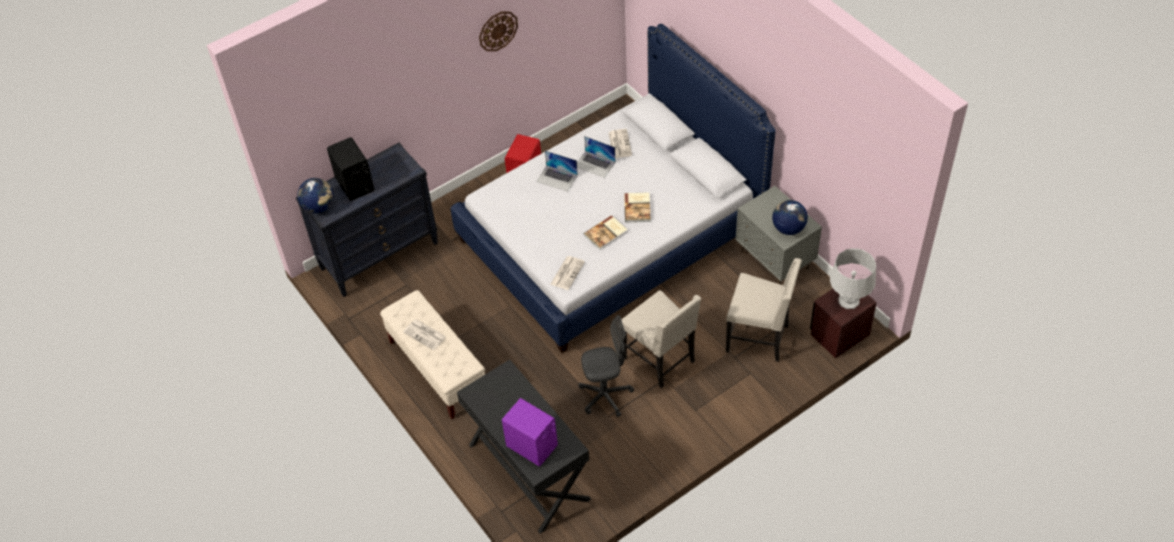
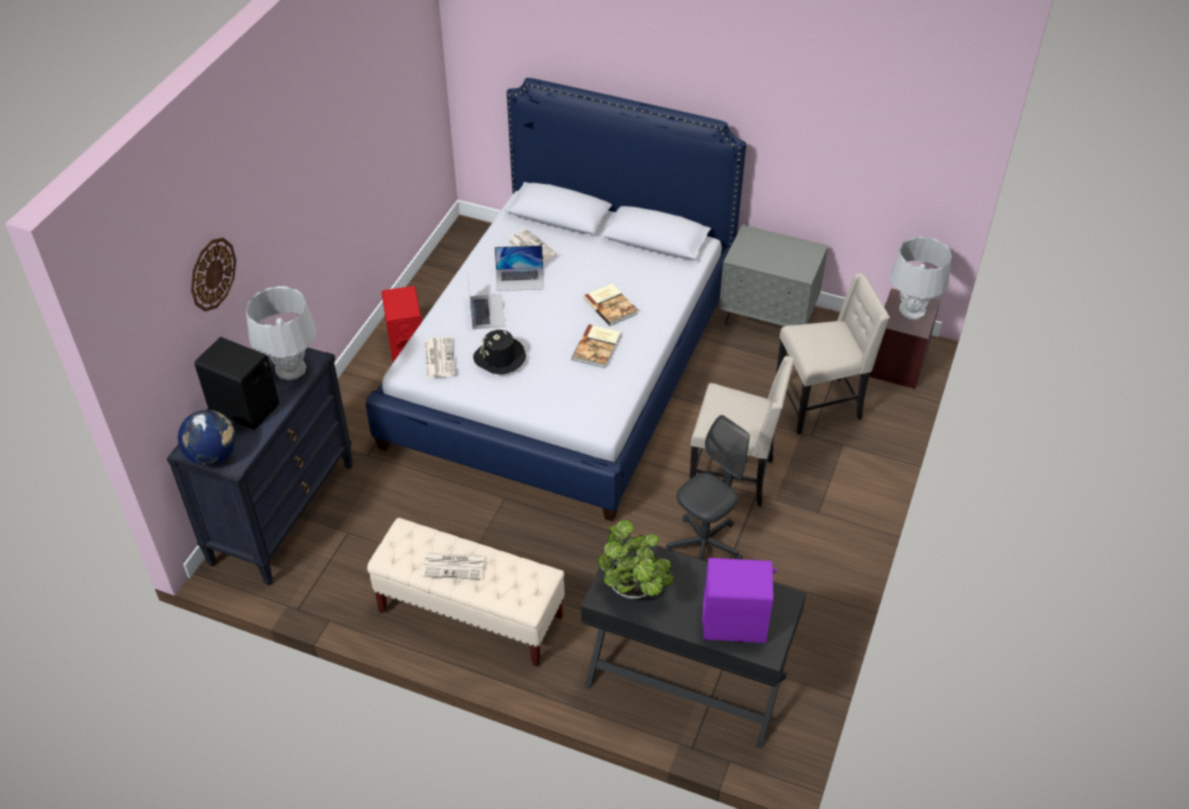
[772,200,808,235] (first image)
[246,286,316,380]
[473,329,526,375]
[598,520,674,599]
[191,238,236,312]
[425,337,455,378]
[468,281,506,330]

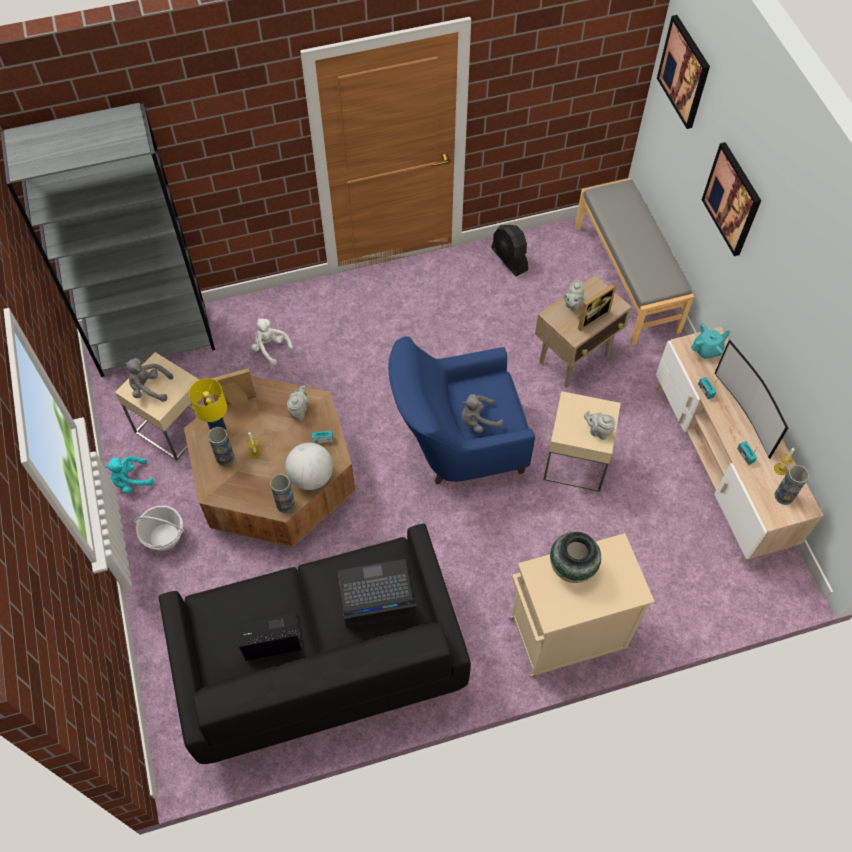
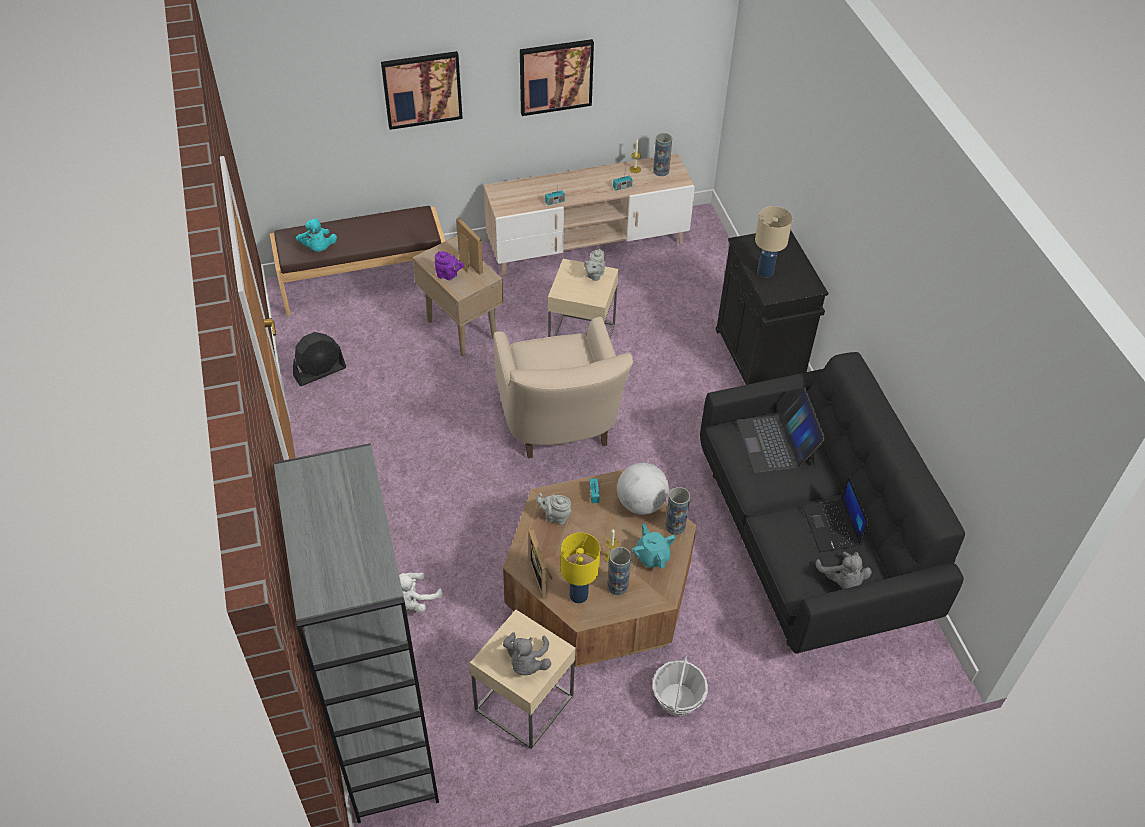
[715,340,788,459] (first image)
[296,218,337,252]
[815,552,872,589]
[520,39,594,116]
[632,523,676,568]
[755,206,793,277]
[494,317,633,458]
[716,230,829,385]
[435,251,464,280]
[270,206,445,316]

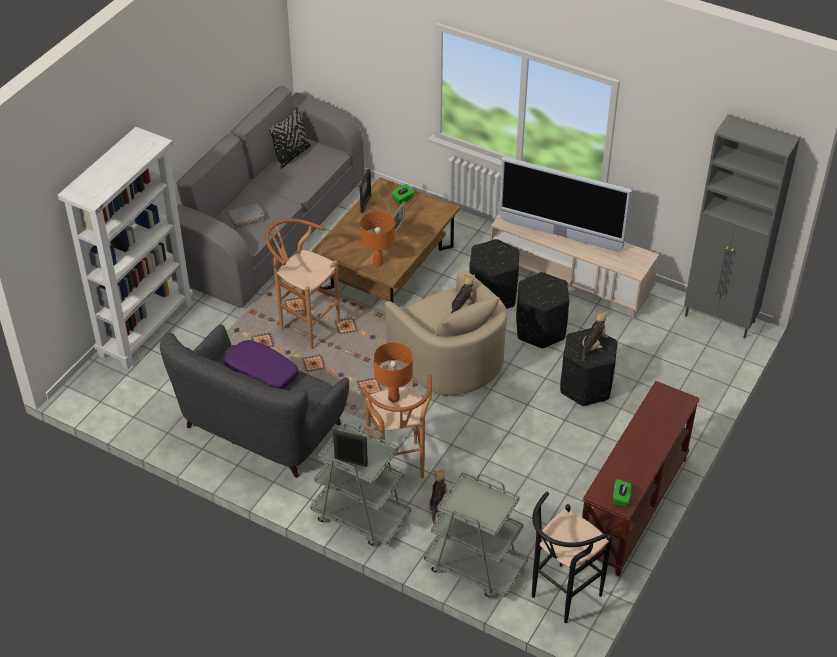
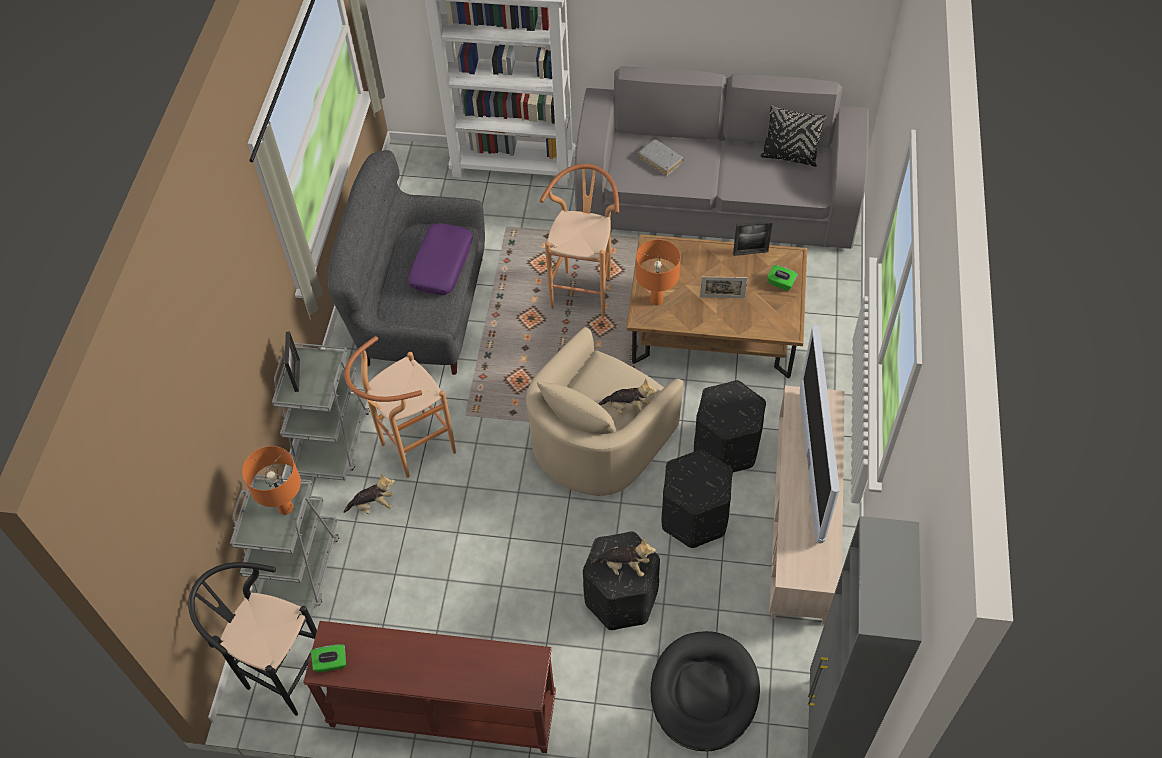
[650,631,760,751]
[242,446,301,515]

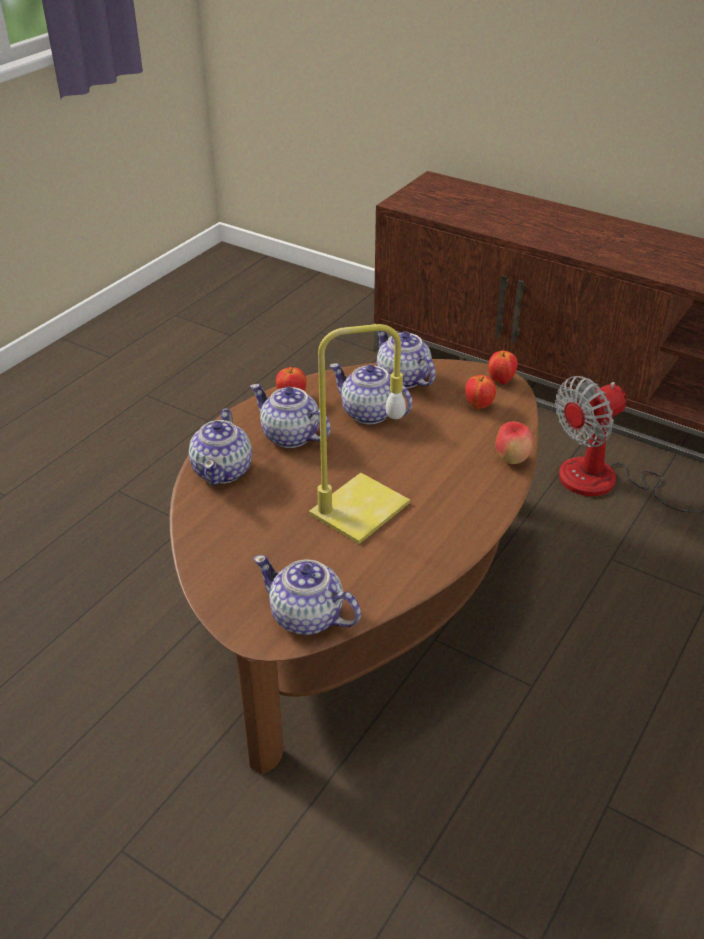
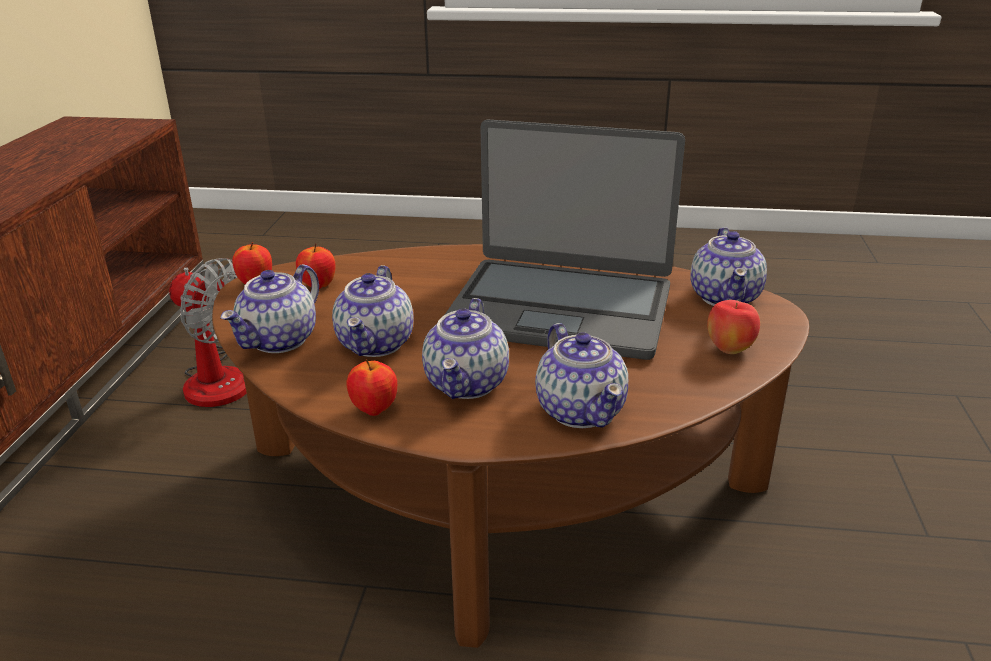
[707,300,760,354]
[445,120,685,360]
[535,323,628,428]

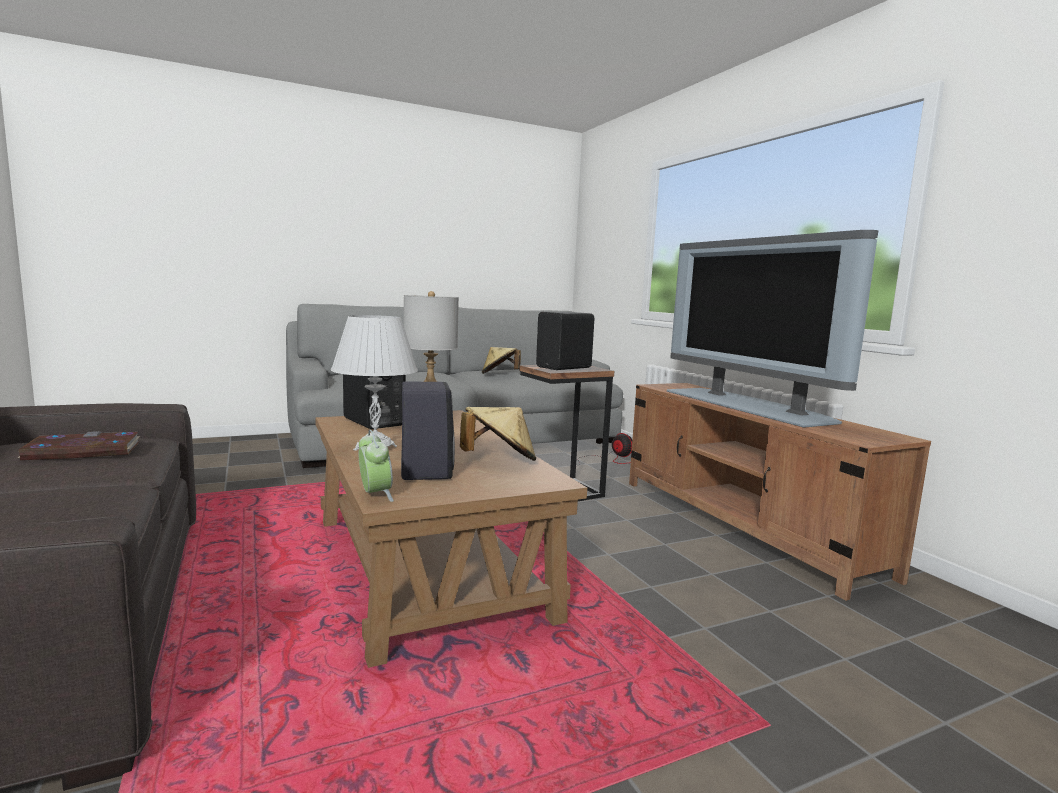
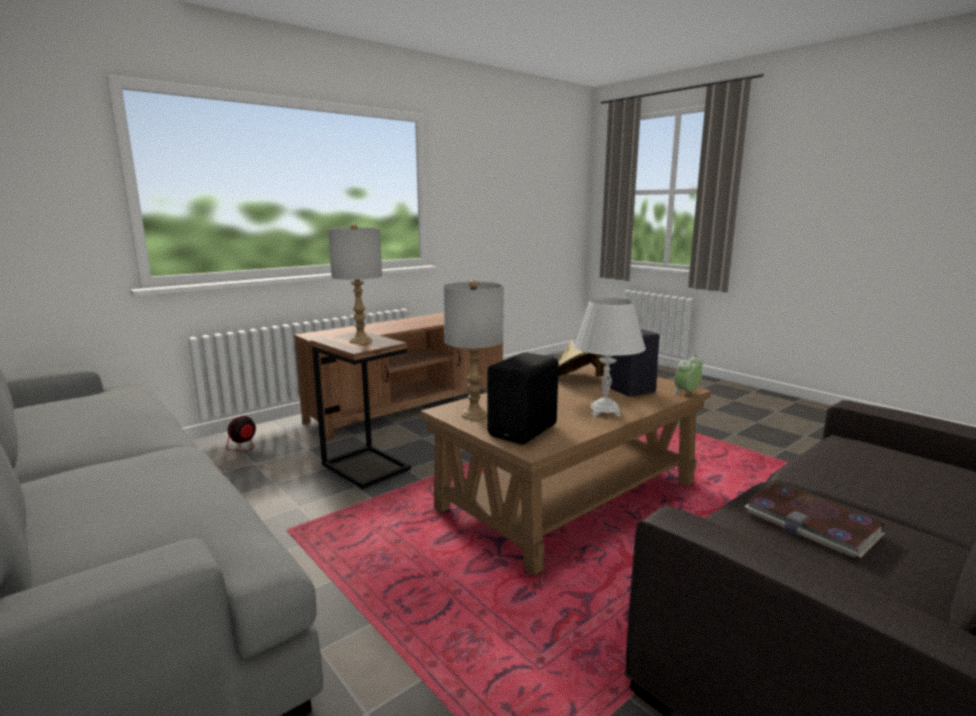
[482,347,521,374] (first image)
[667,230,878,428] (first image)
[328,224,382,344]

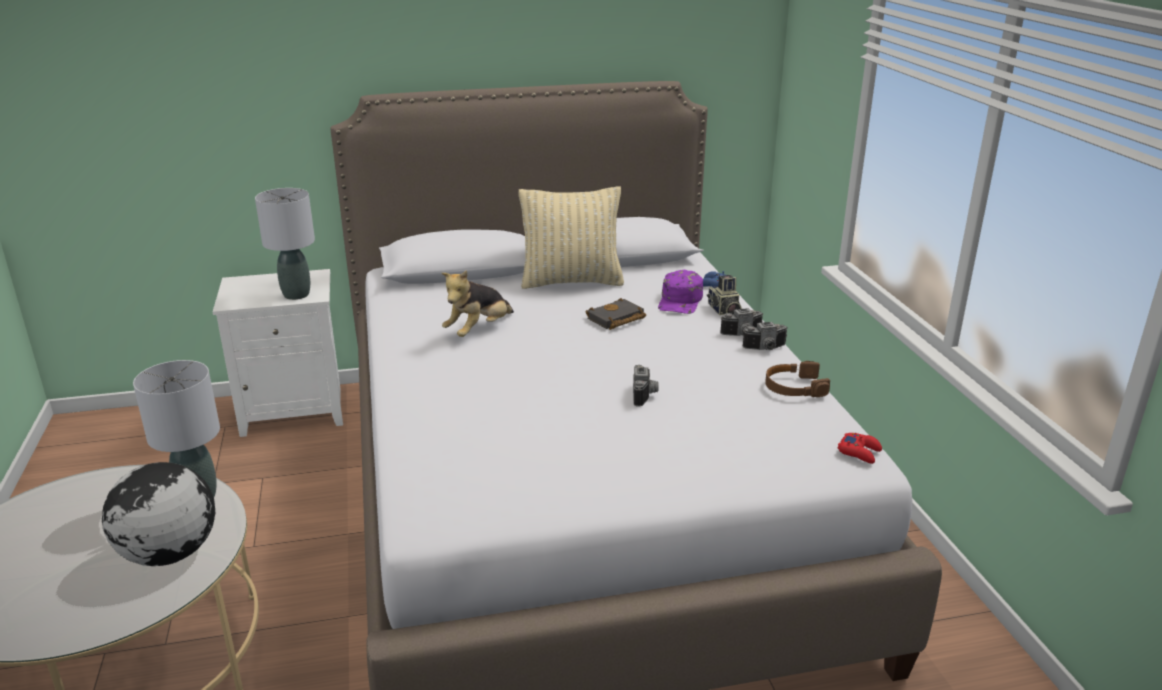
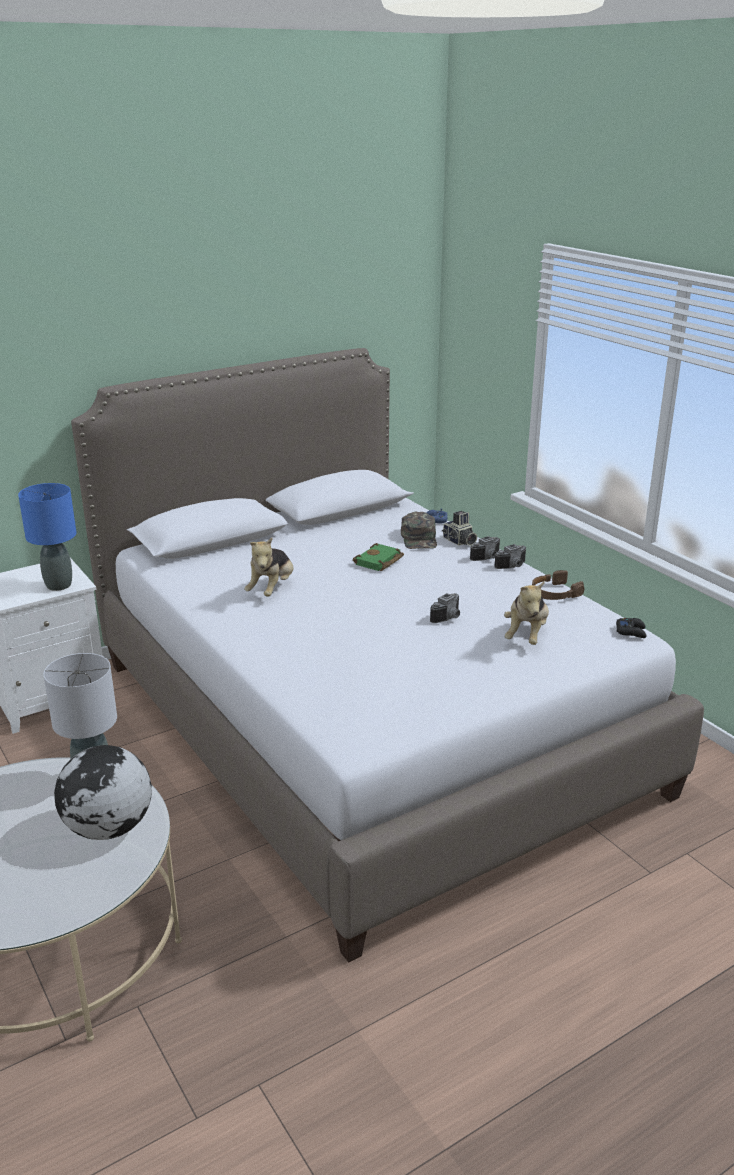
[518,186,624,289] (first image)
[504,581,549,645]
[18,483,76,591]
[353,543,404,571]
[401,512,437,549]
[616,618,646,638]
[430,593,460,623]

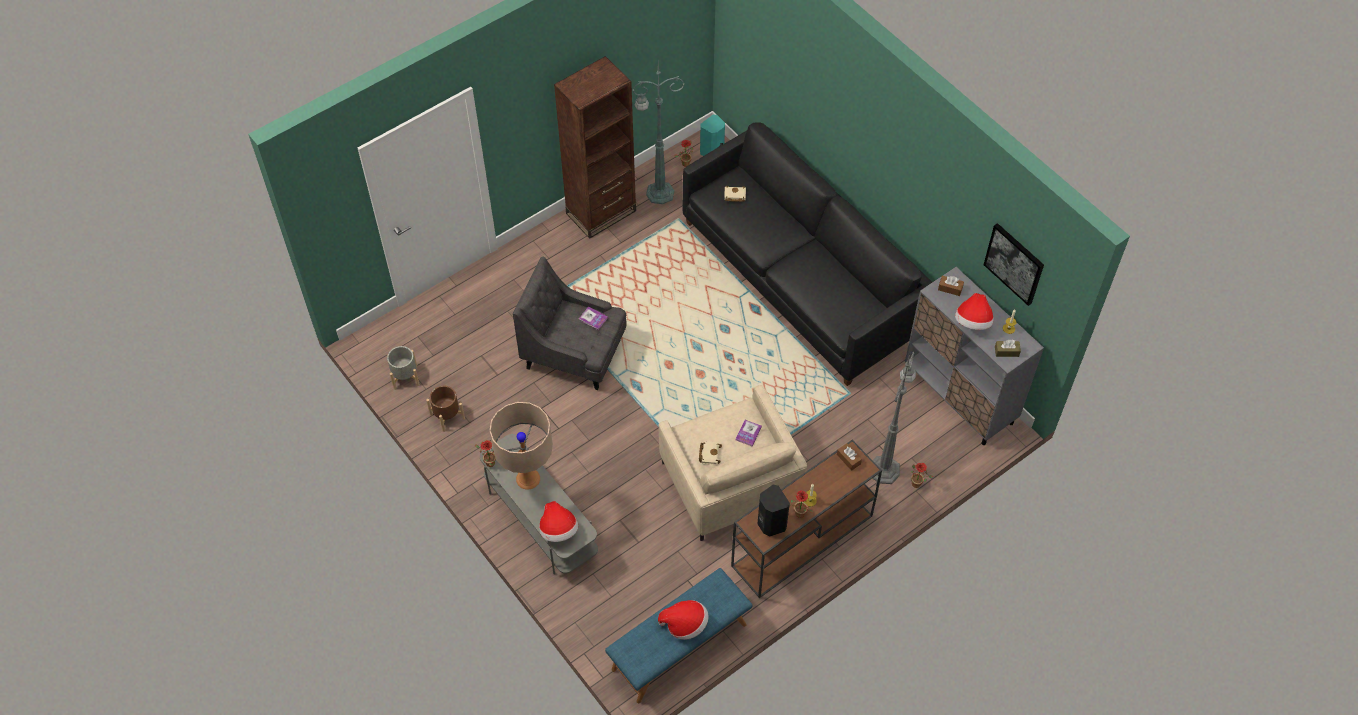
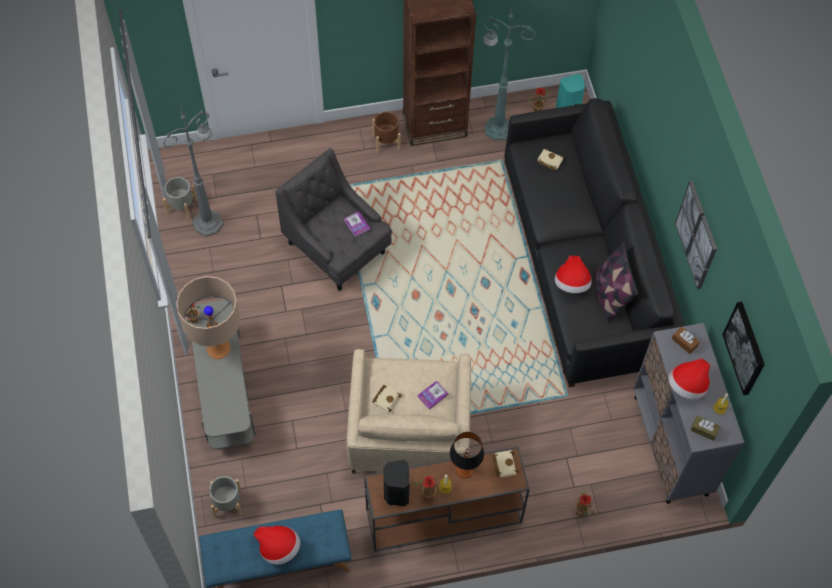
[209,476,242,518]
[450,432,484,478]
[595,241,638,323]
[675,181,717,289]
[372,112,400,153]
[555,255,592,293]
[163,104,224,237]
[492,450,519,477]

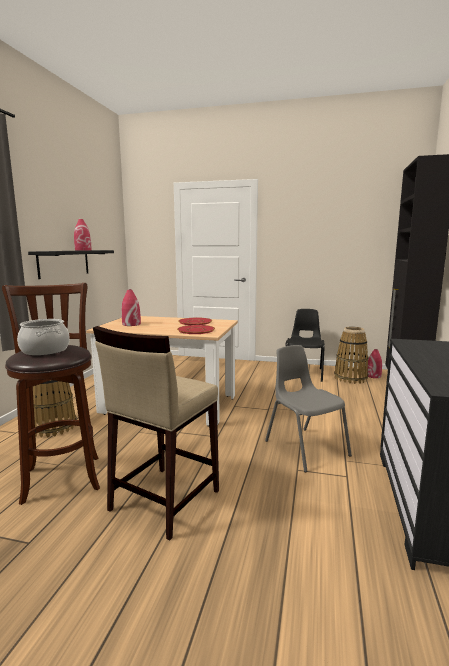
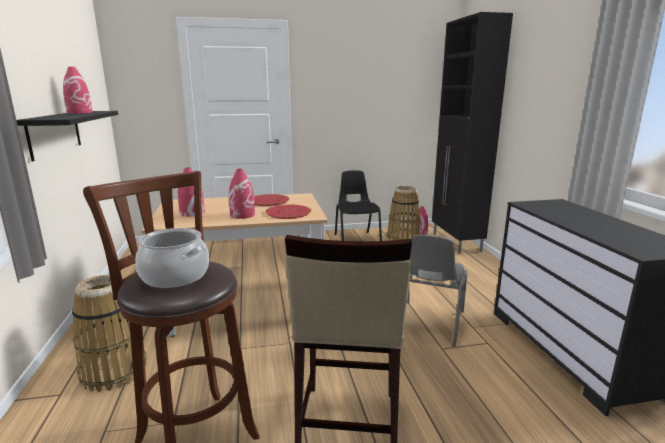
[229,169,255,219]
[407,234,468,346]

